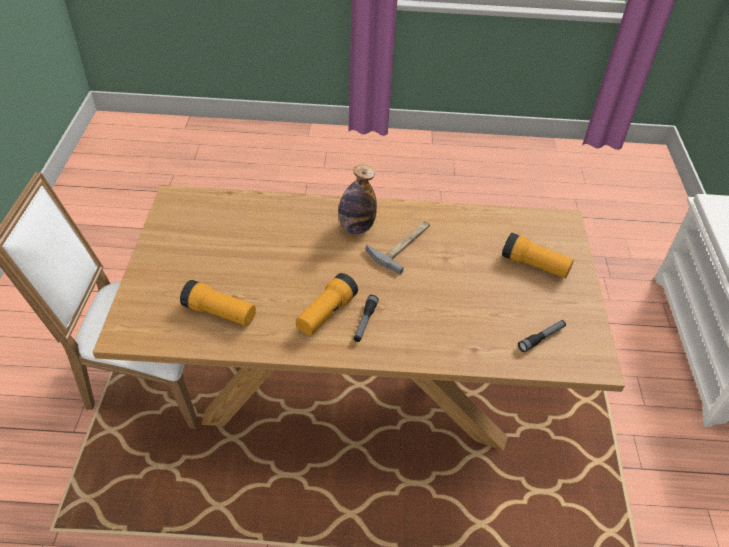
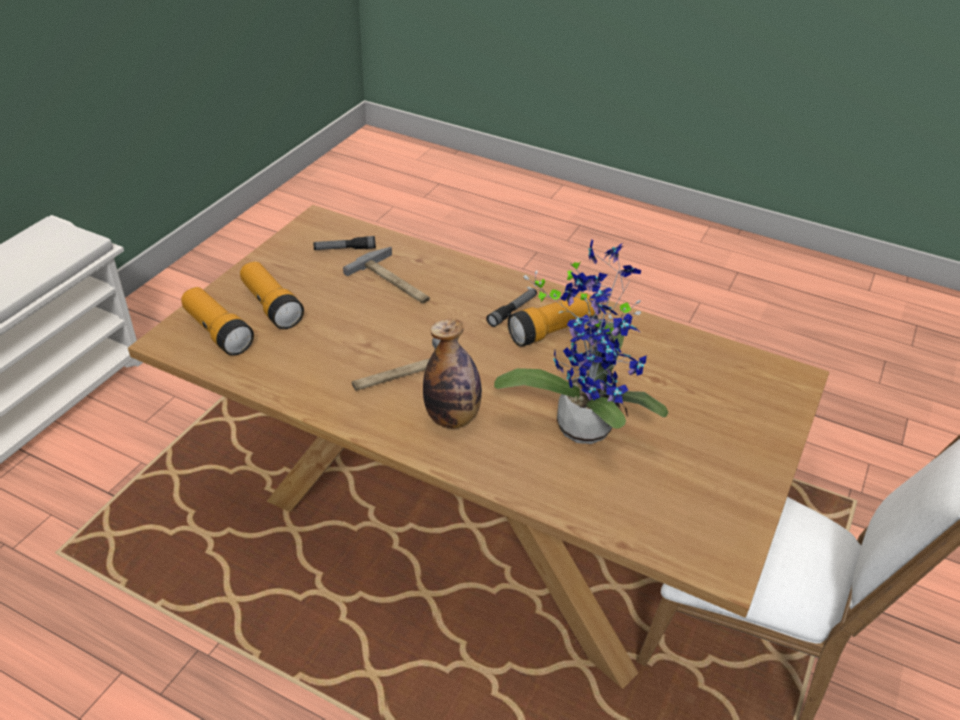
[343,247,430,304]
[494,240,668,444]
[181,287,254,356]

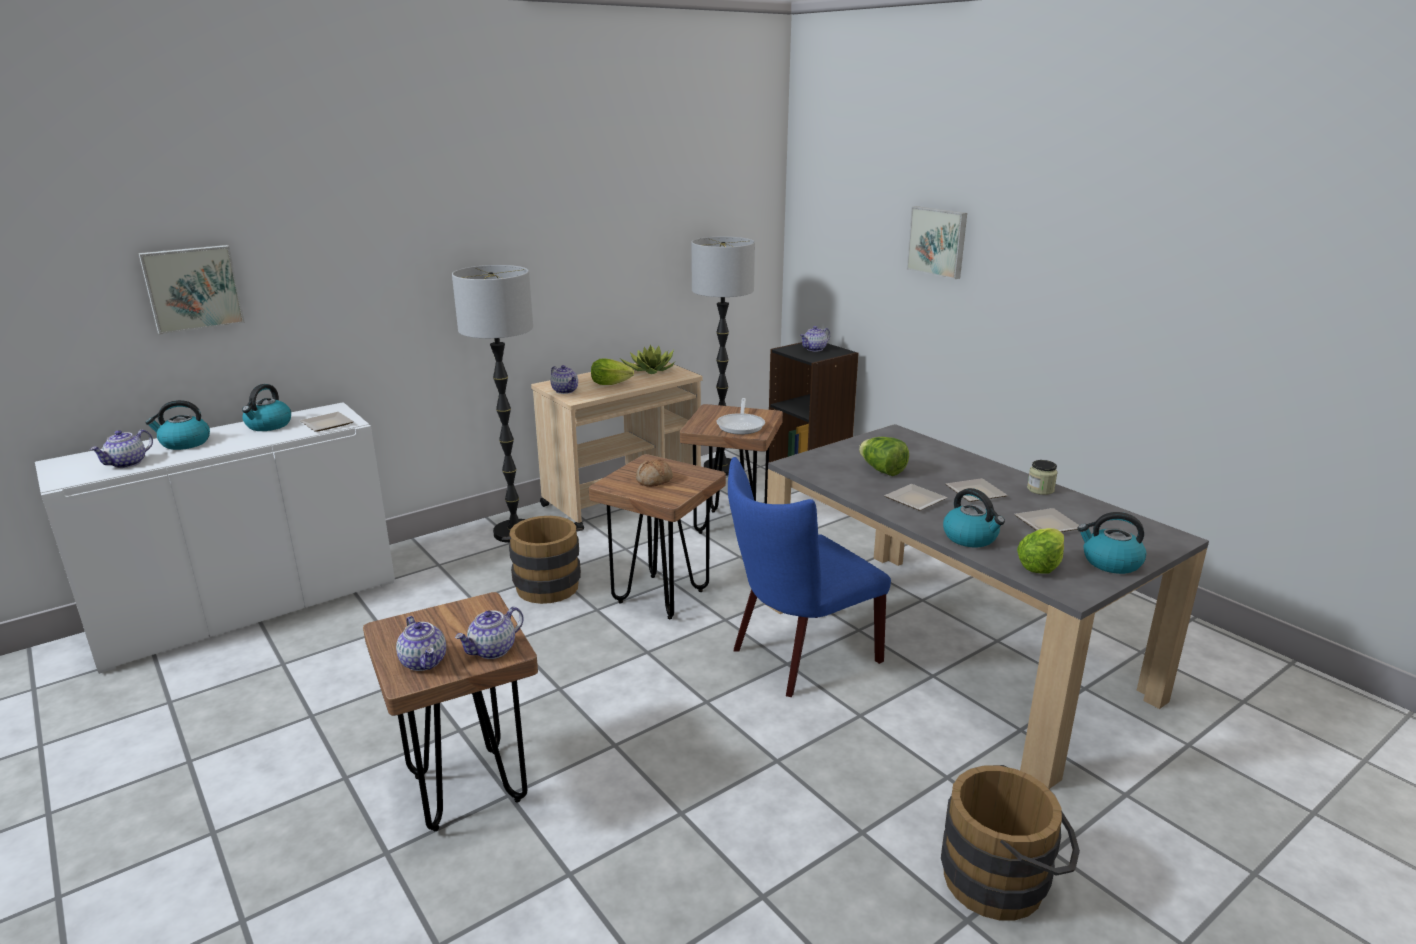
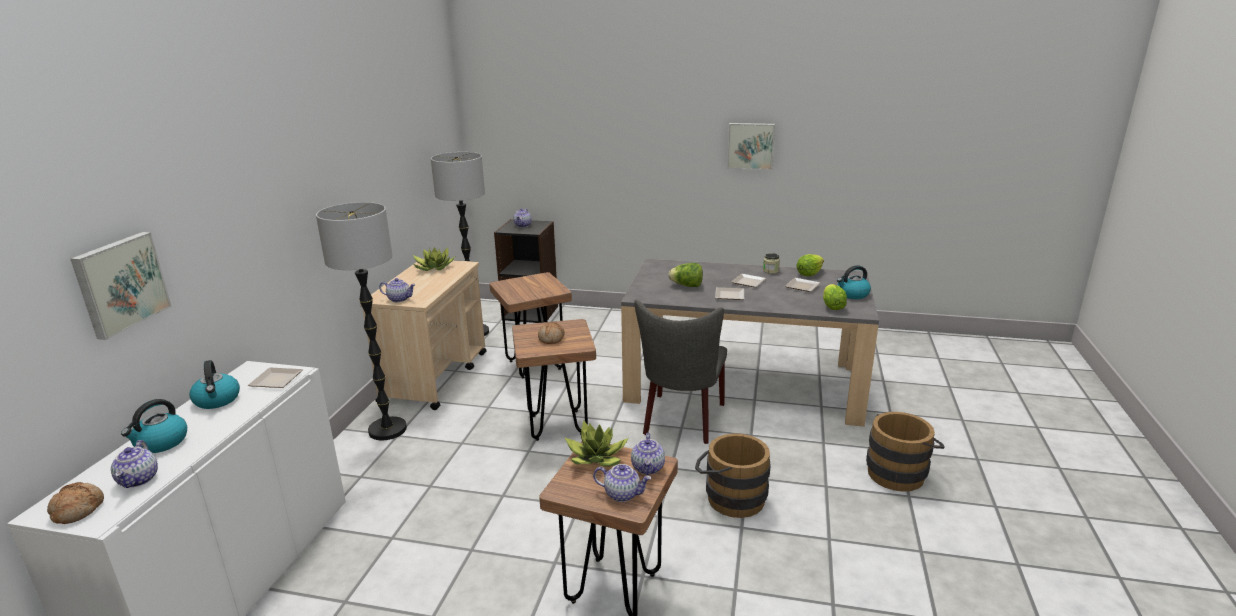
[717,398,765,435] (first image)
[943,488,1005,547] (first image)
[47,482,104,524]
[565,420,628,467]
[695,433,771,518]
[796,254,824,276]
[727,123,775,170]
[635,299,727,444]

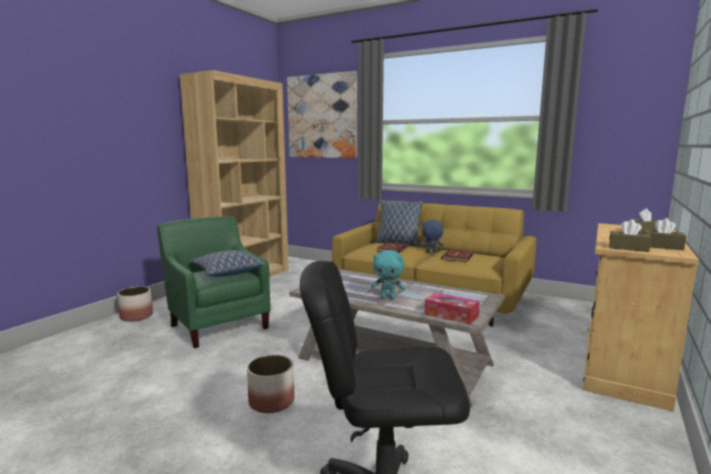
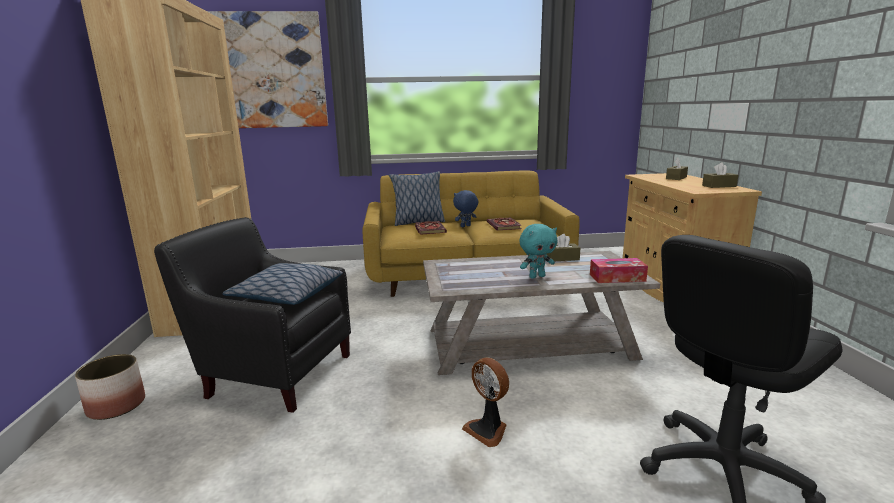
[546,234,580,261]
[462,357,509,447]
[154,217,351,413]

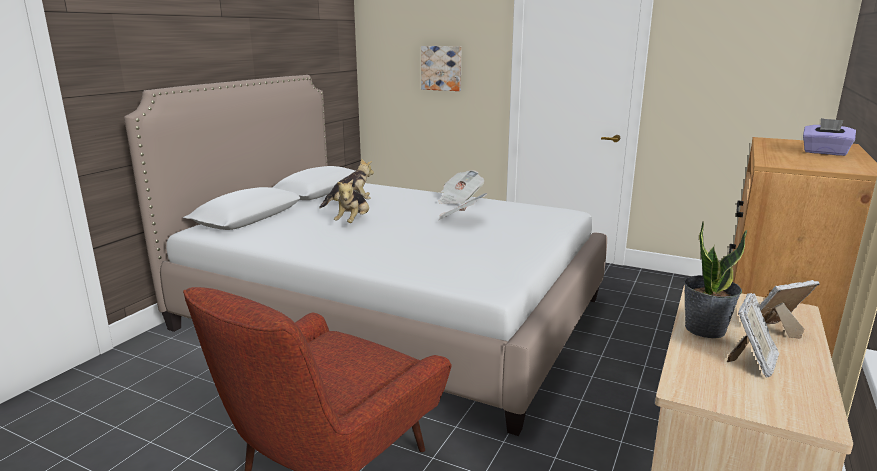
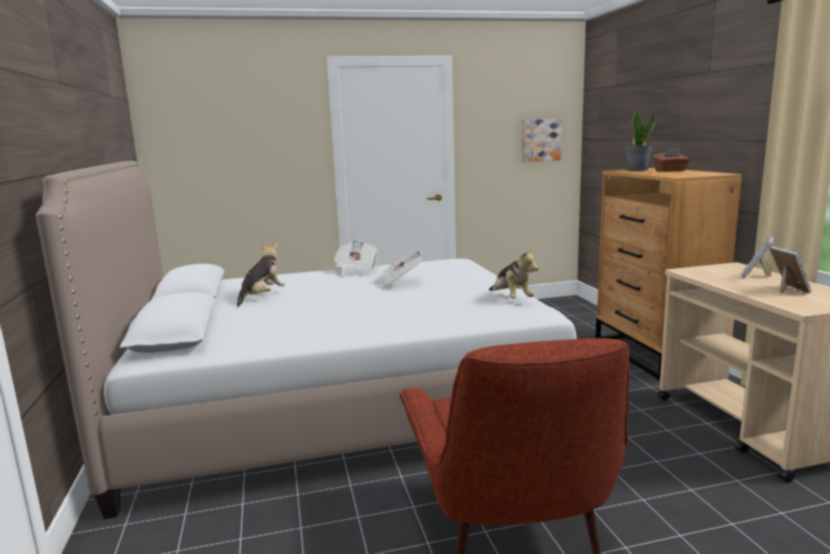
[489,248,538,298]
[522,119,562,162]
[625,109,655,171]
[653,147,690,172]

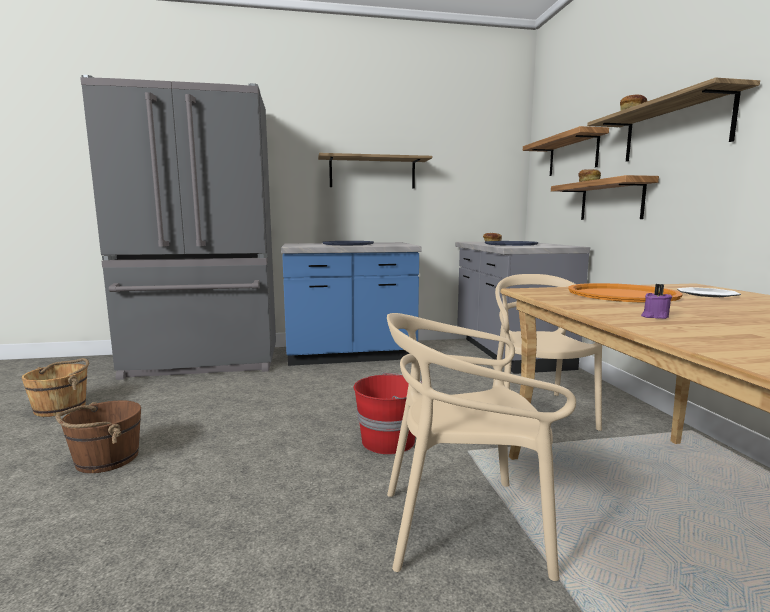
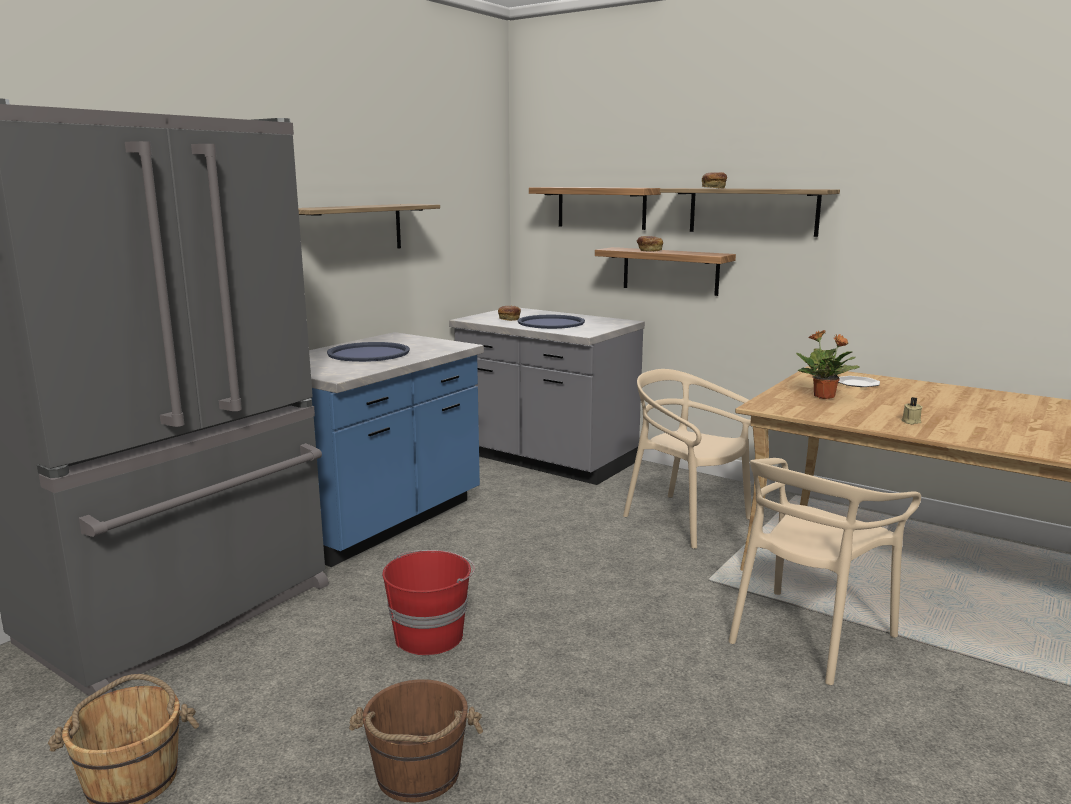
[382,550,475,655]
[796,330,860,399]
[901,397,923,425]

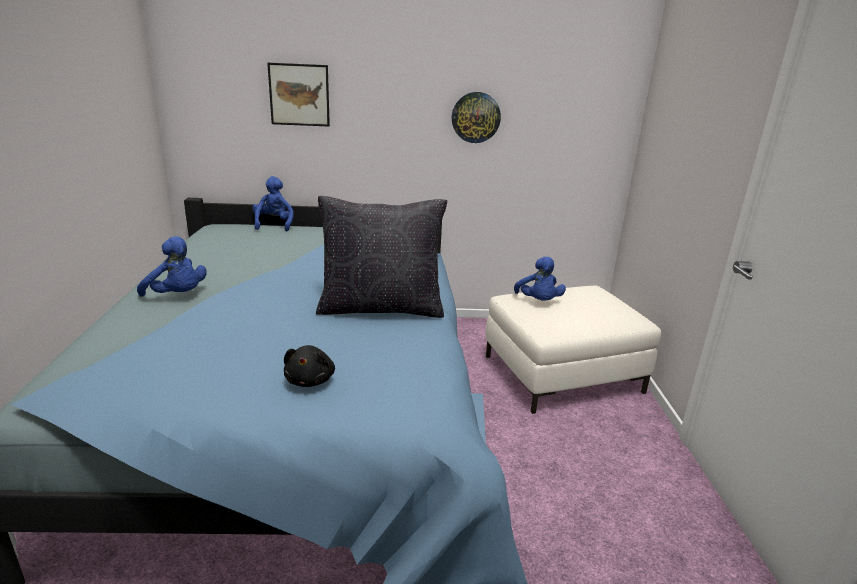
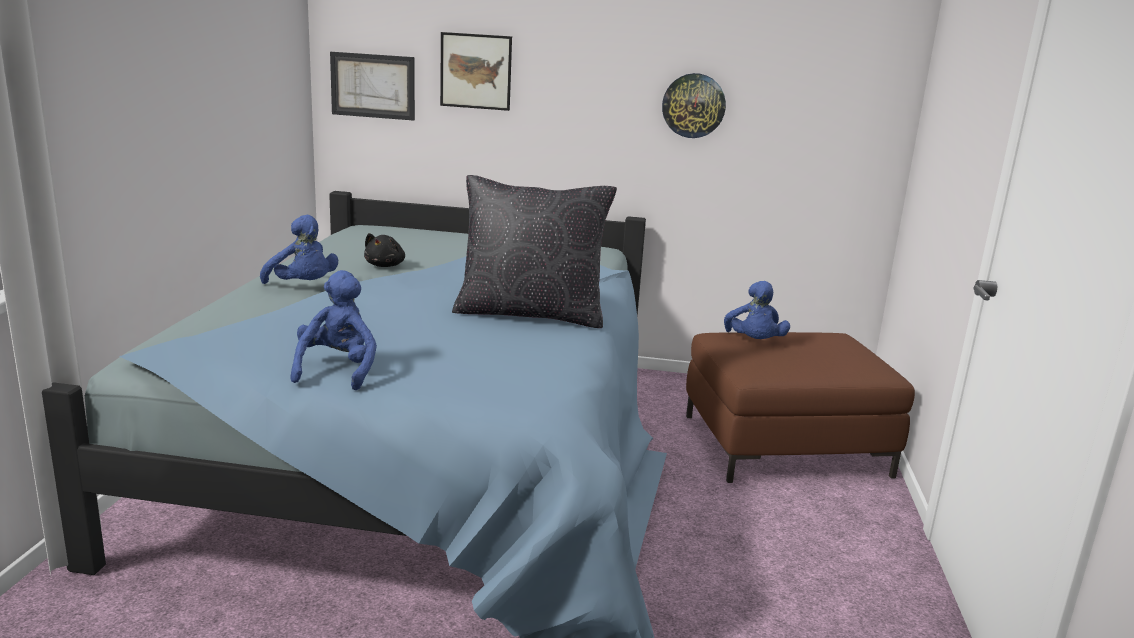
[330,52,415,121]
[290,270,377,390]
[364,233,405,267]
[686,332,915,483]

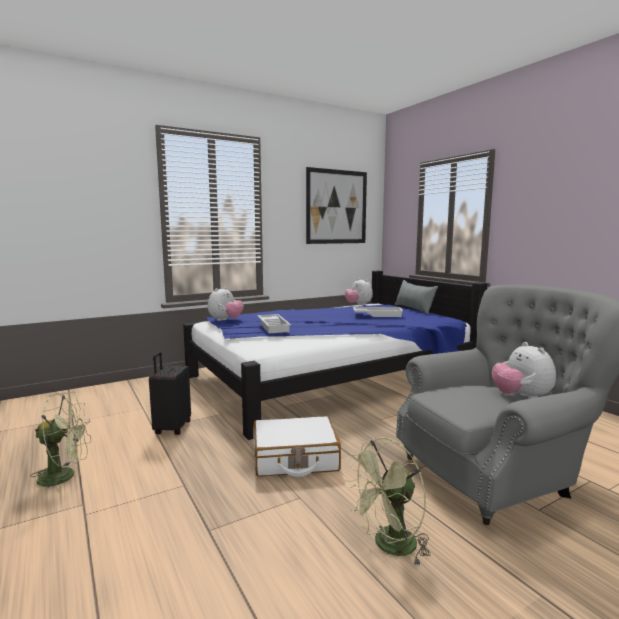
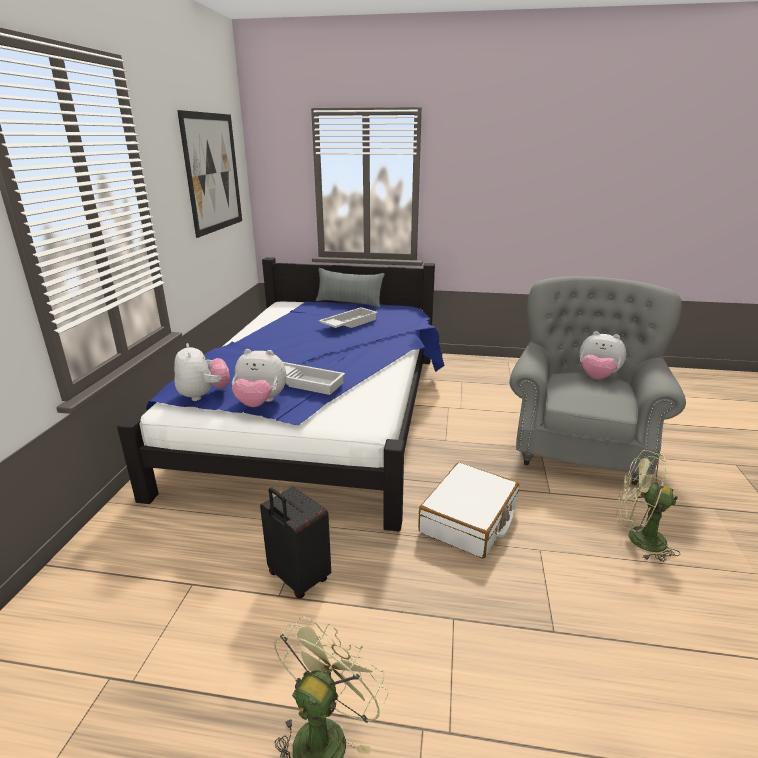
[232,349,287,407]
[616,450,680,562]

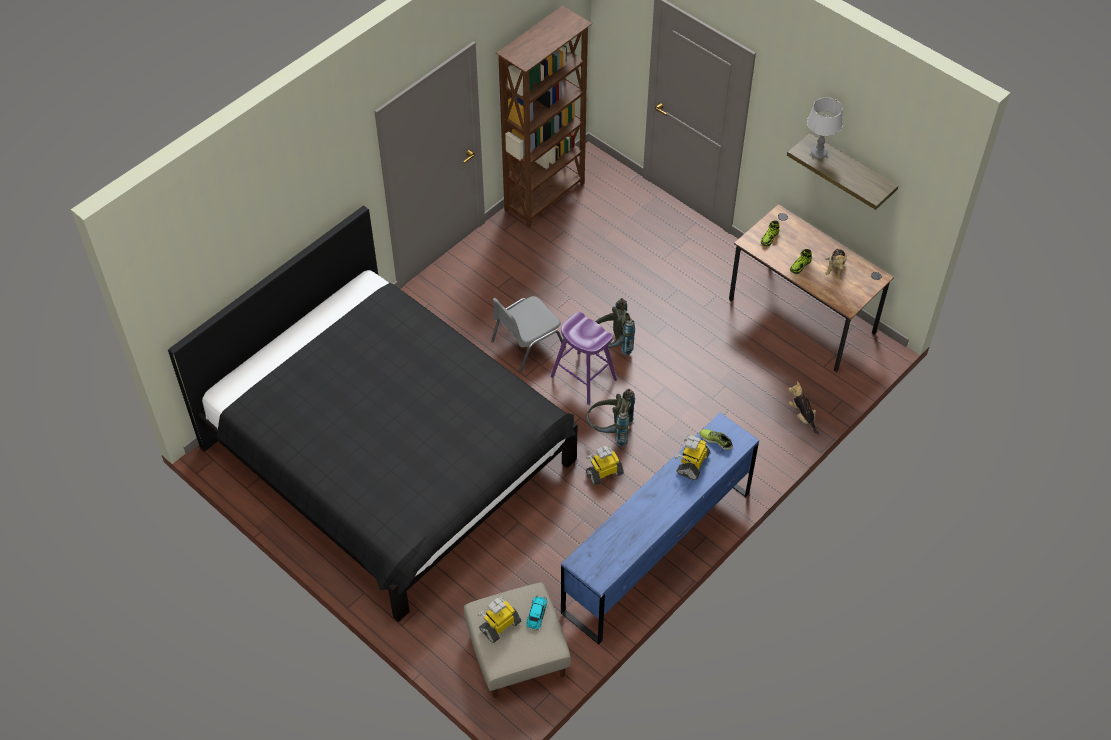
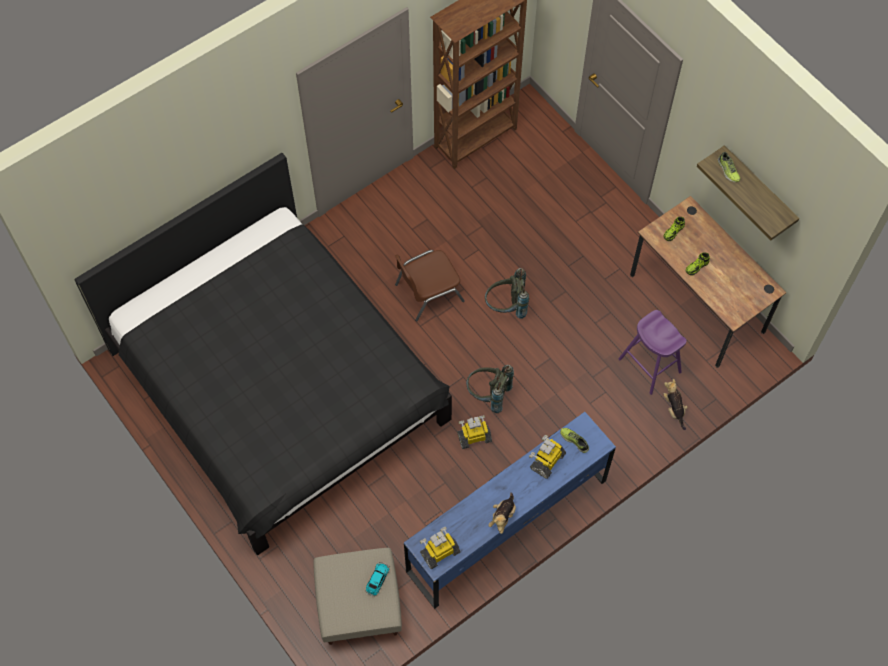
[420,527,461,570]
[618,310,686,395]
[488,493,516,534]
[718,152,741,182]
[395,250,465,321]

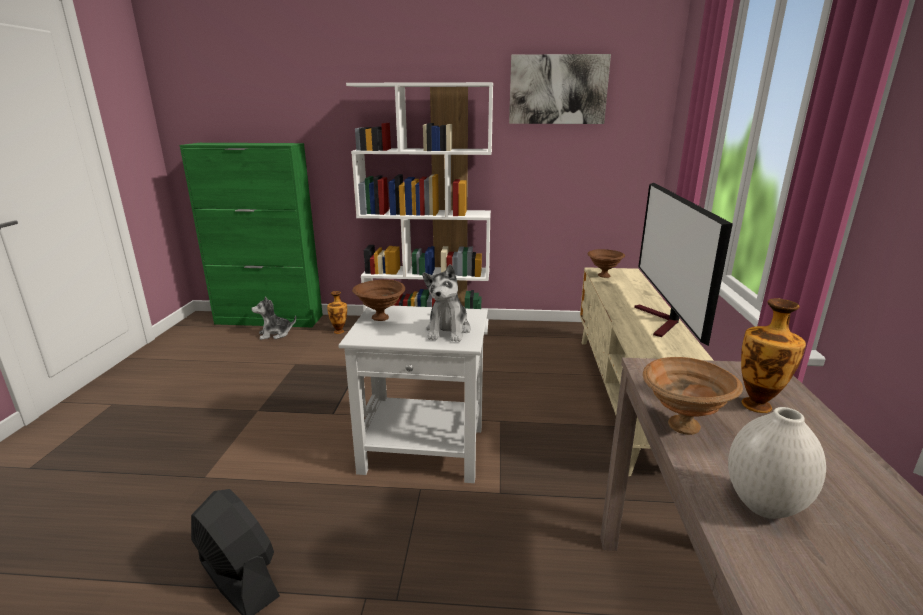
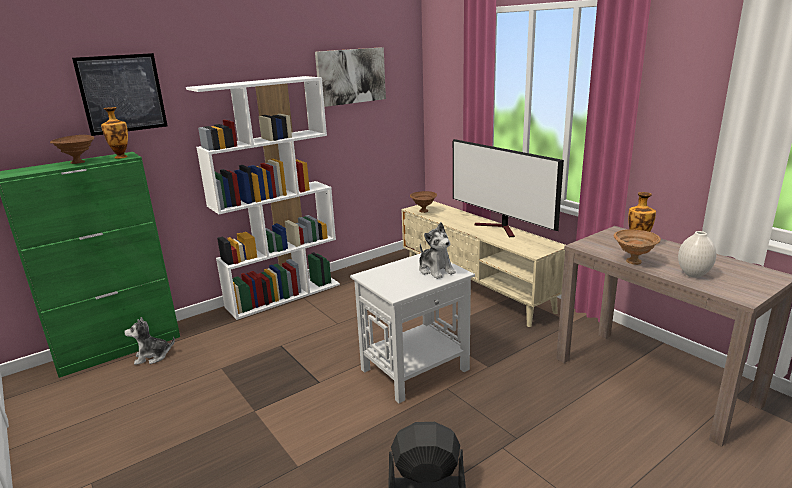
[72,53,168,136]
[101,107,128,159]
[50,135,94,164]
[124,317,175,365]

